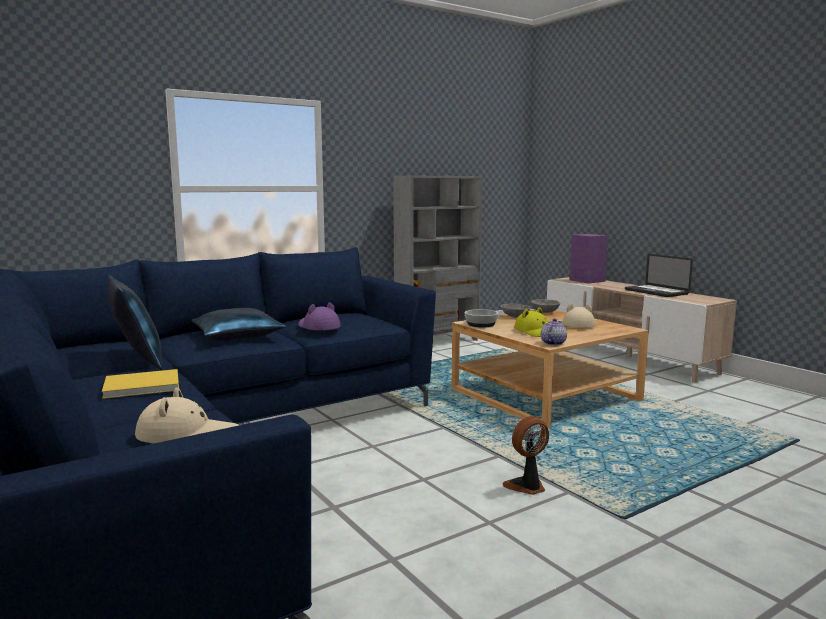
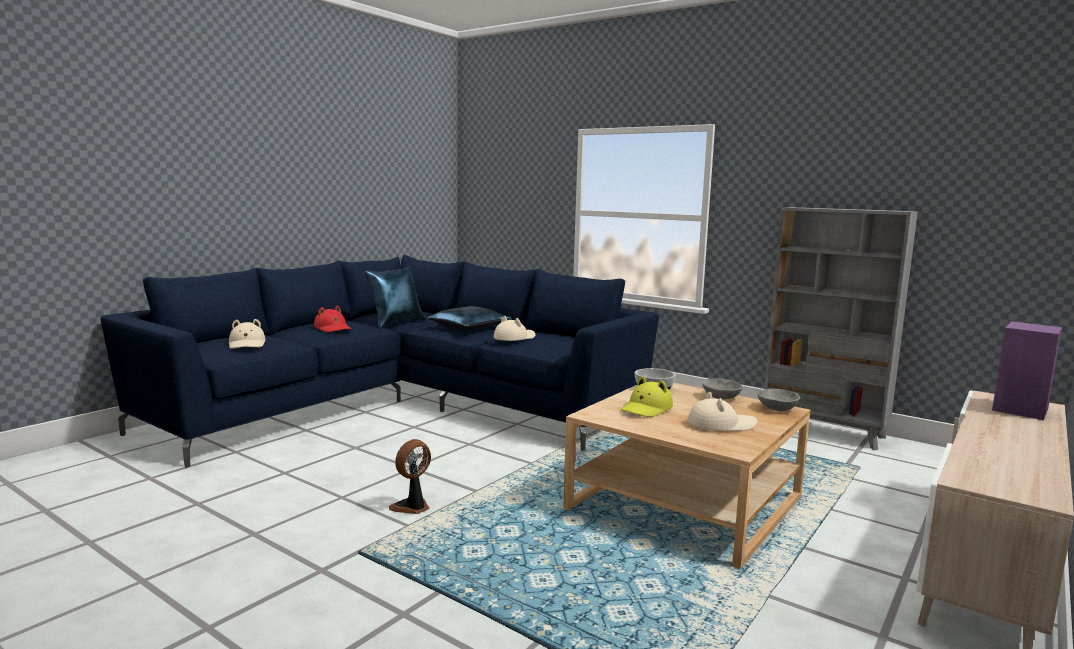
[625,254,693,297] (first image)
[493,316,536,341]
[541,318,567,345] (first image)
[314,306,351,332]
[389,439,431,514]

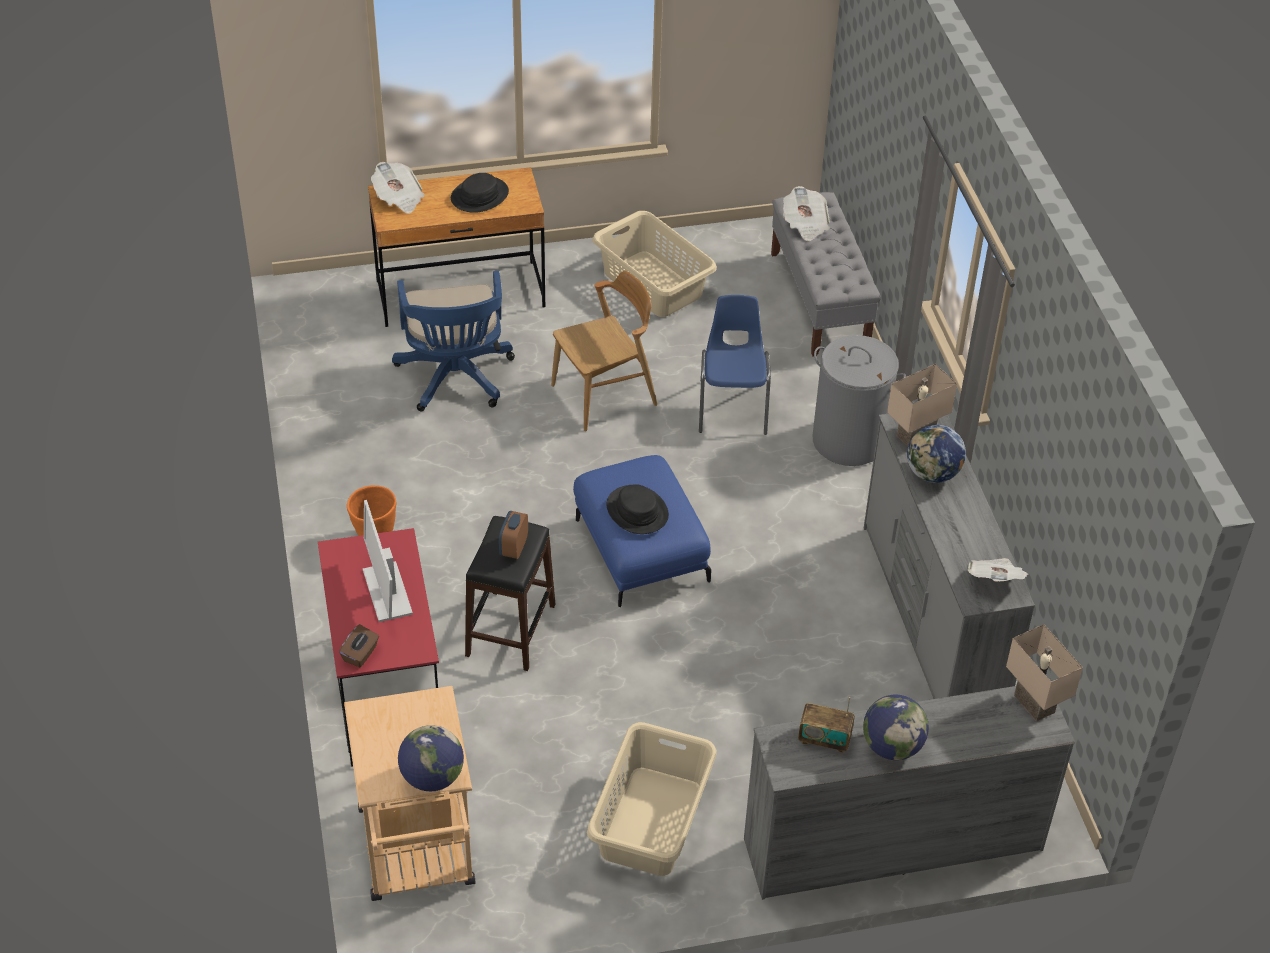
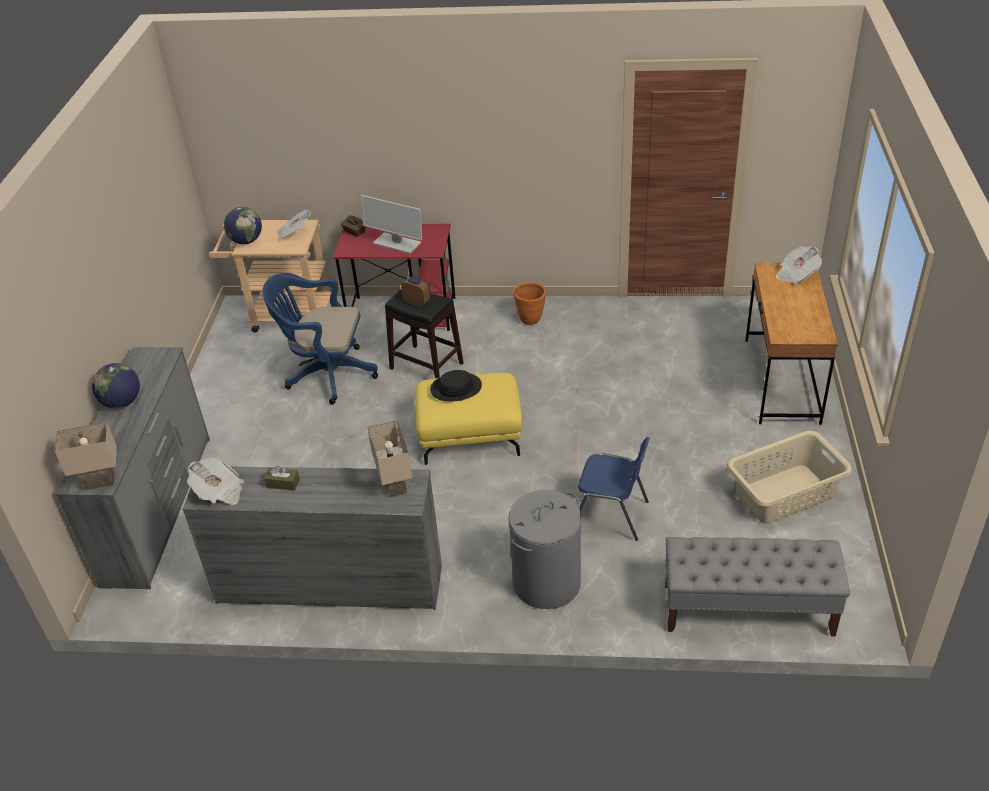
[451,173,509,213] (first image)
[276,209,311,240]
[262,273,378,405]
[551,271,657,431] (first image)
[907,425,966,483] (first image)
[415,373,523,465]
[360,195,422,254]
[798,697,855,753] (first image)
[587,722,717,876] (first image)
[264,466,300,491]

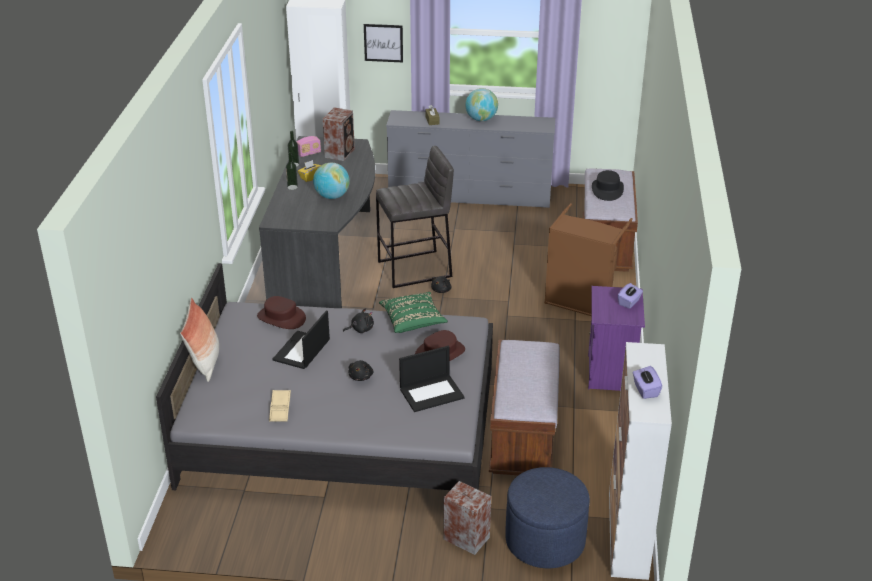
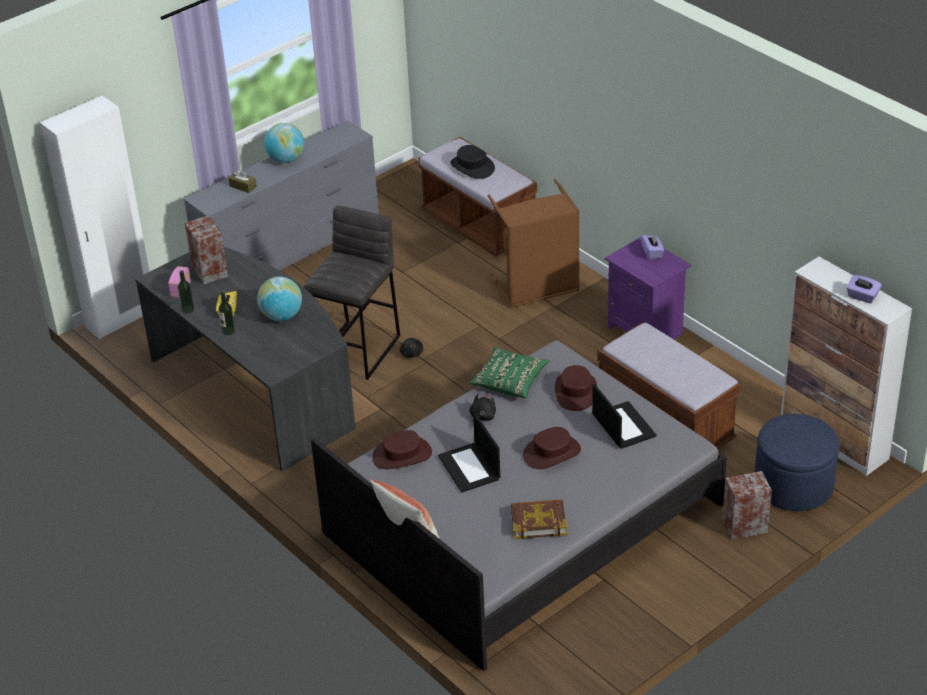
[364,24,403,62] (first image)
[592,384,656,449]
[523,427,581,469]
[511,500,567,539]

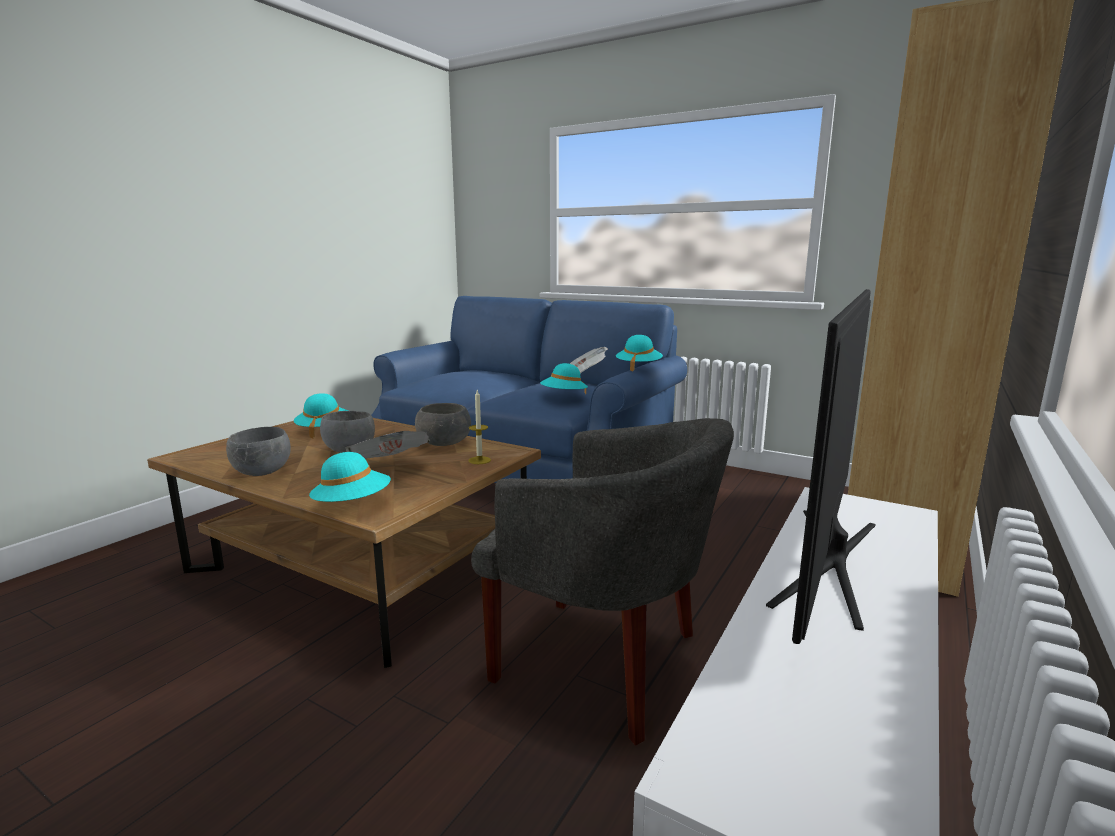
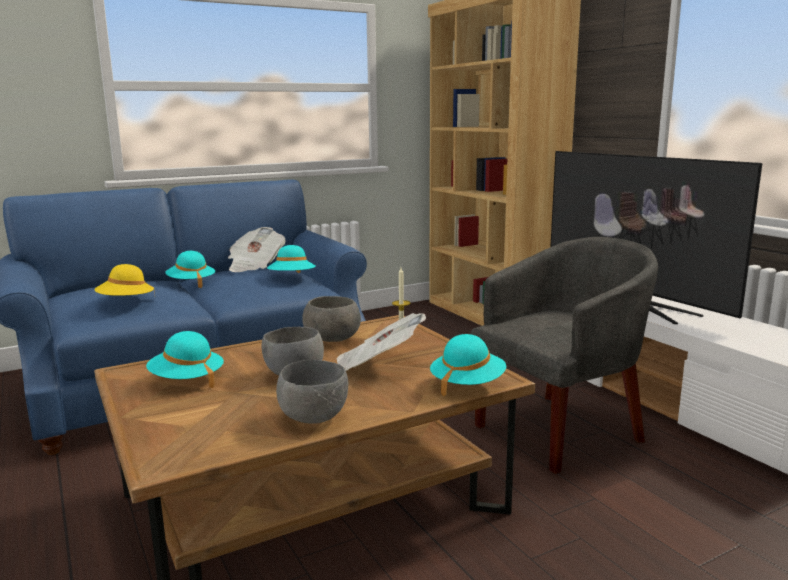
[165,251,215,288]
[94,264,155,296]

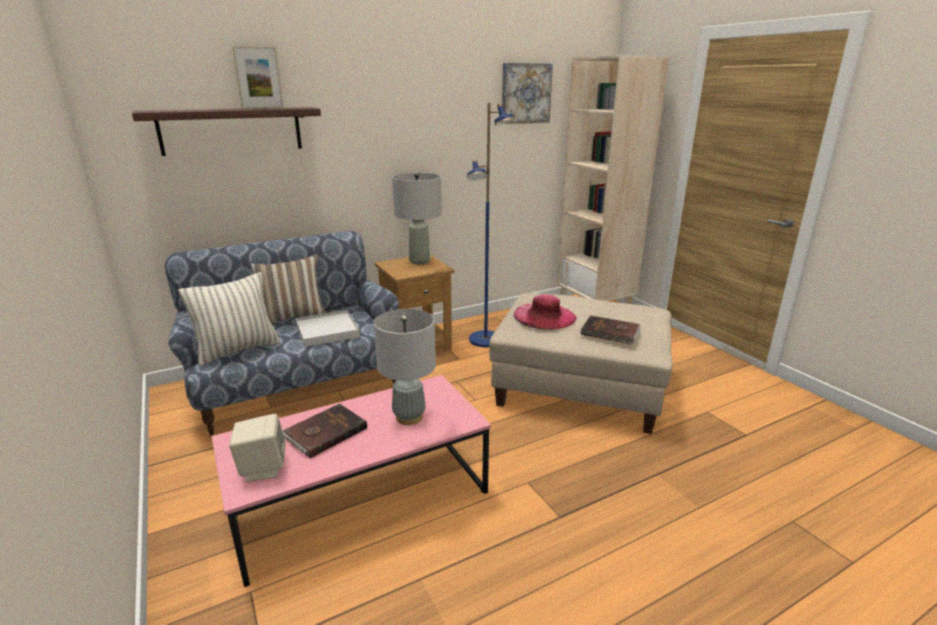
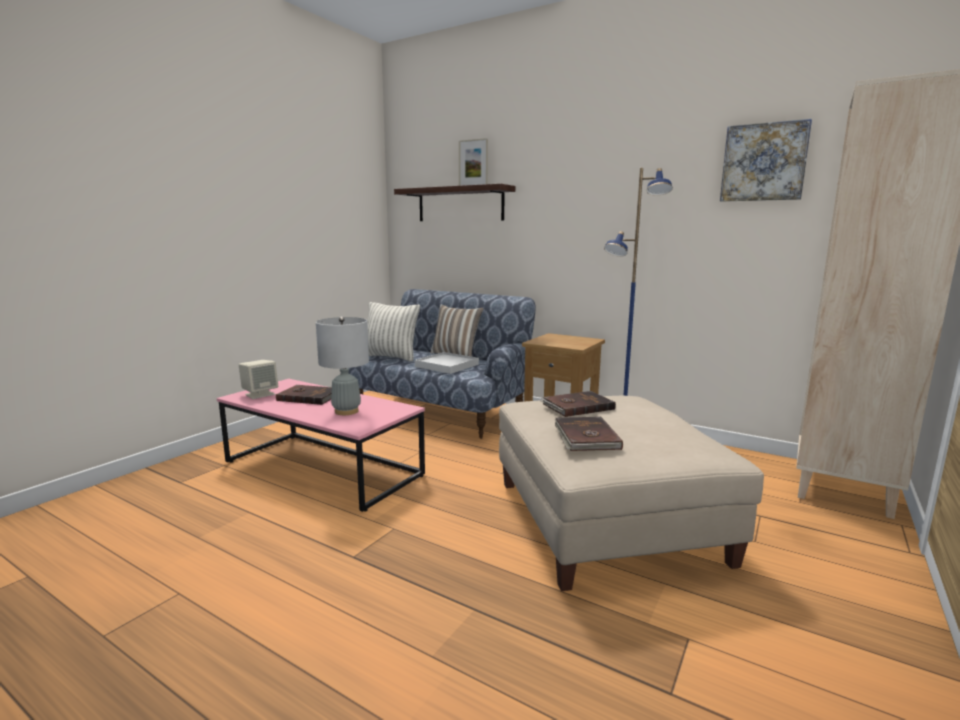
[392,172,442,264] (first image)
[541,391,616,417]

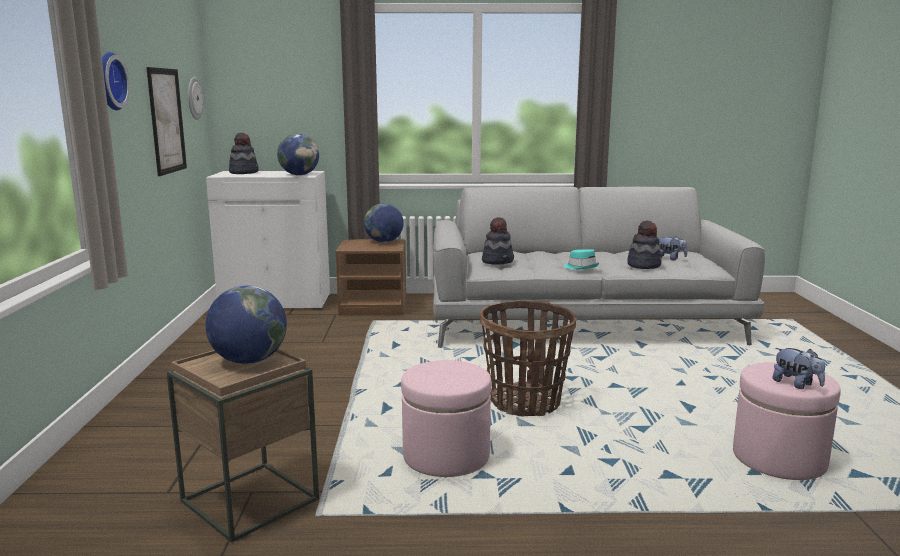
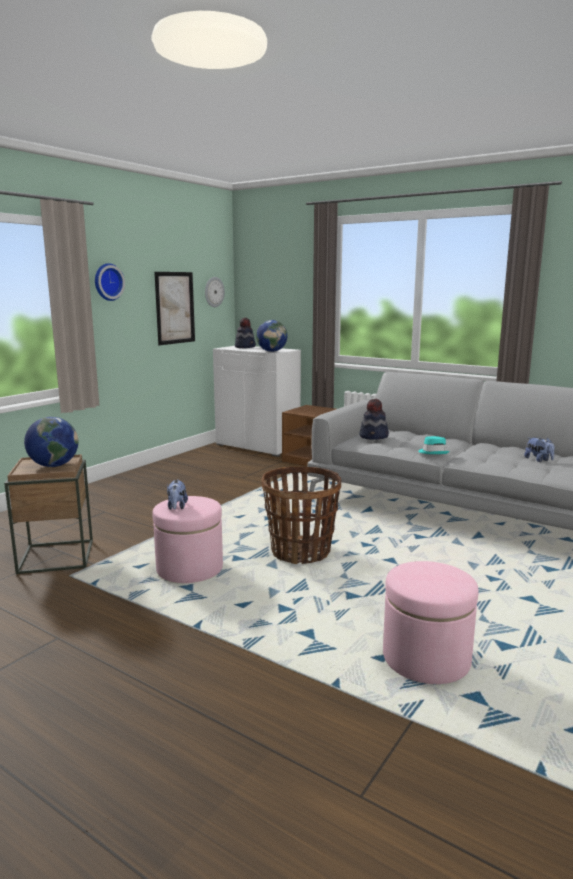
[364,203,404,243] (first image)
[627,220,662,269] (first image)
[167,480,188,510]

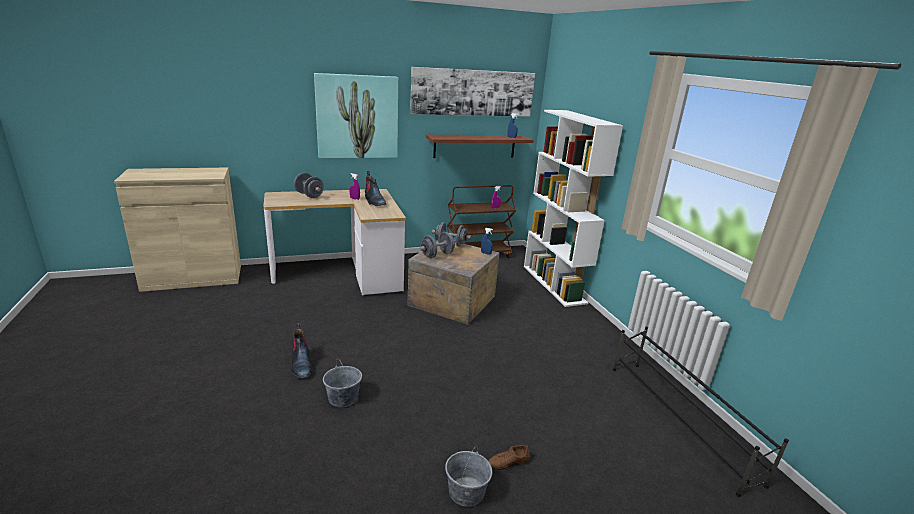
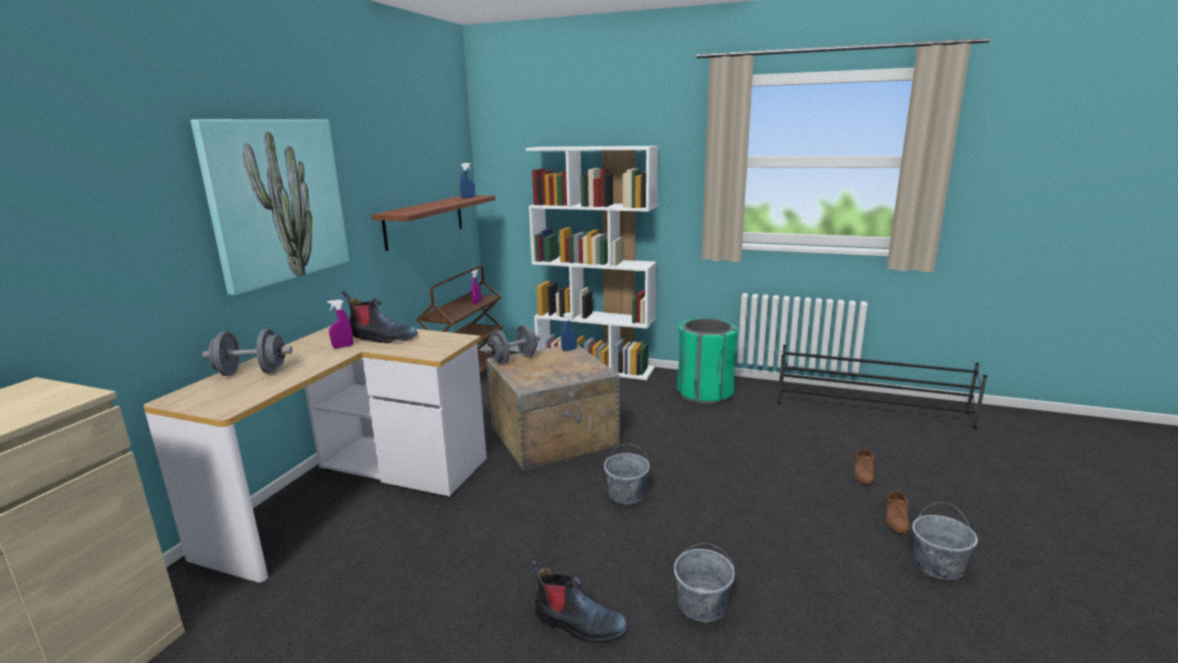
[410,67,535,117] (first image)
[419,232,456,258] (first image)
[677,319,738,404]
[604,444,650,505]
[854,448,875,484]

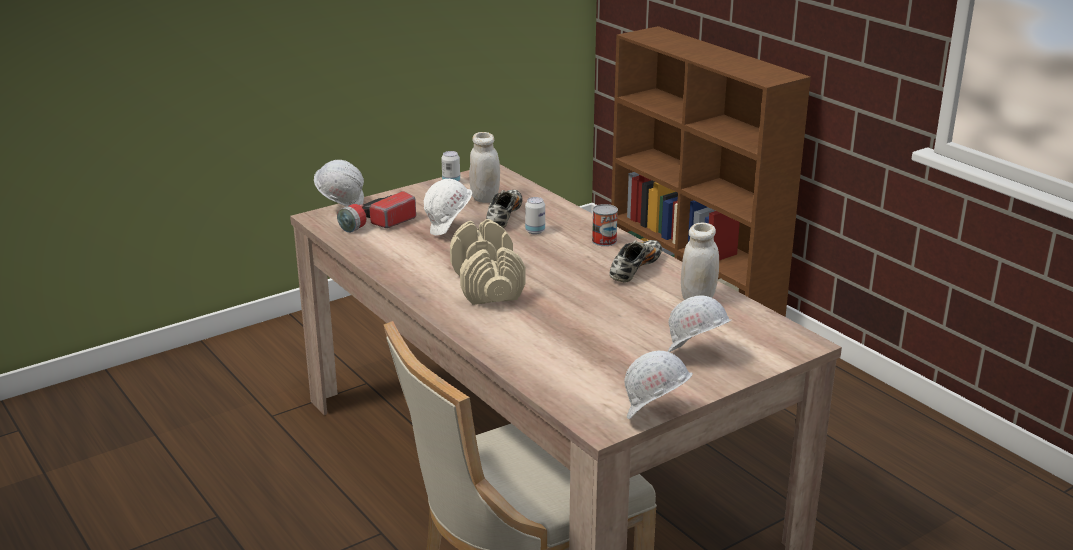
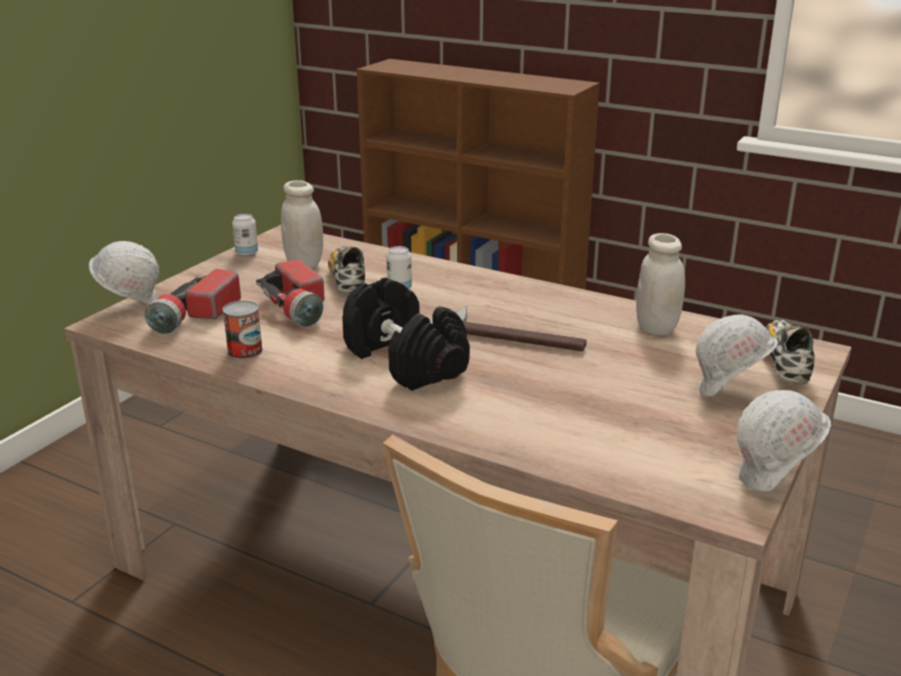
[256,260,325,327]
[222,300,263,360]
[342,277,470,391]
[766,320,815,385]
[456,306,587,351]

